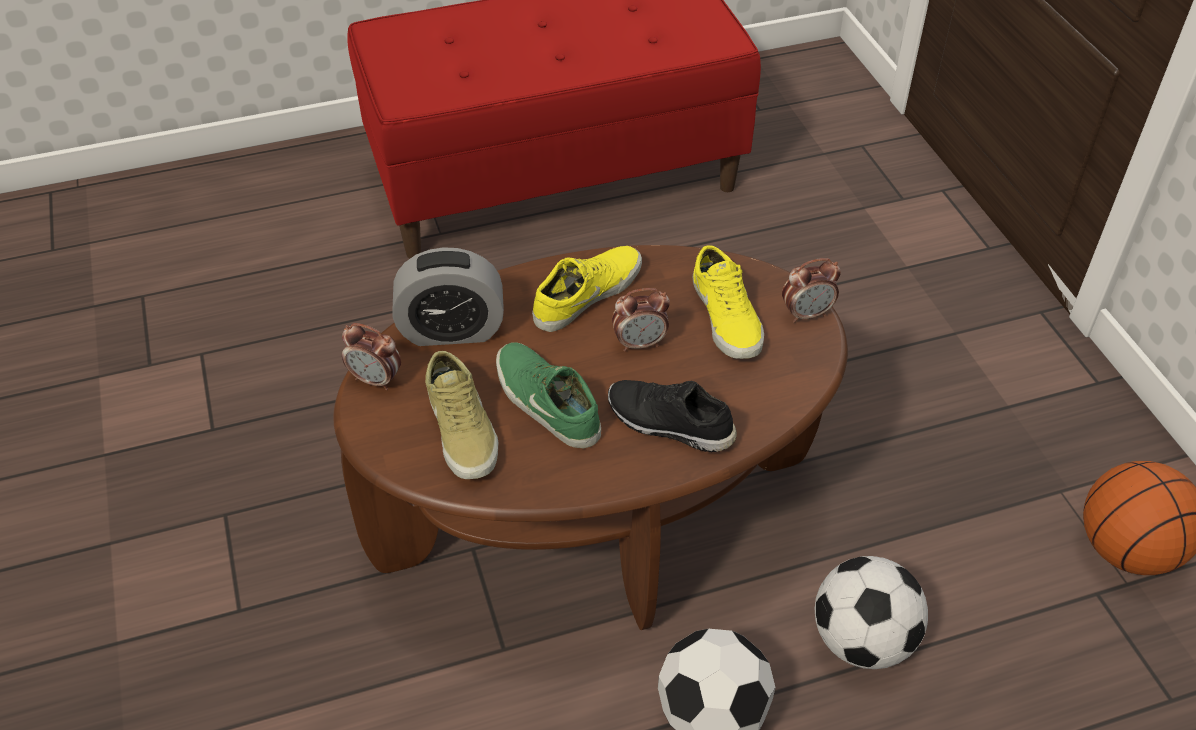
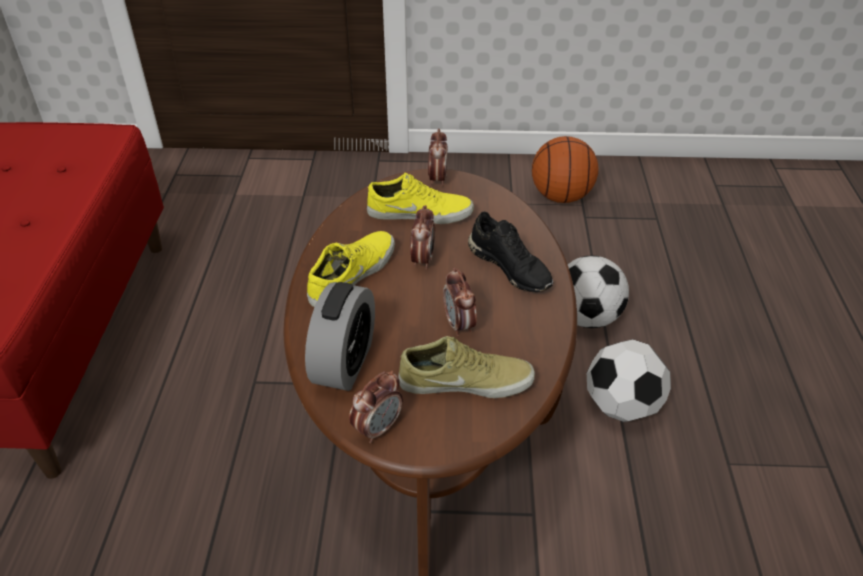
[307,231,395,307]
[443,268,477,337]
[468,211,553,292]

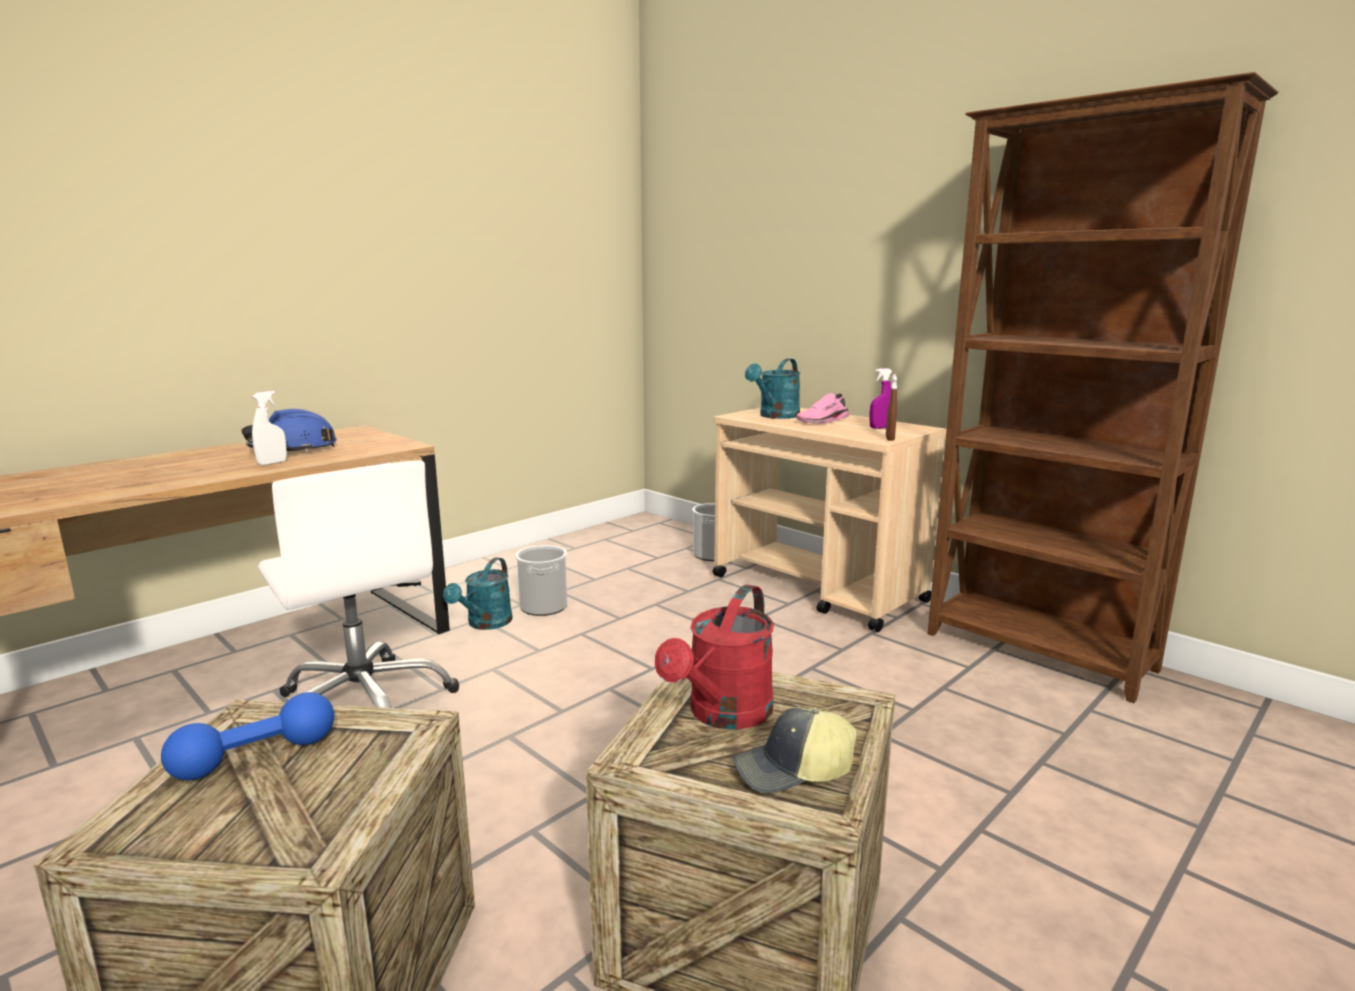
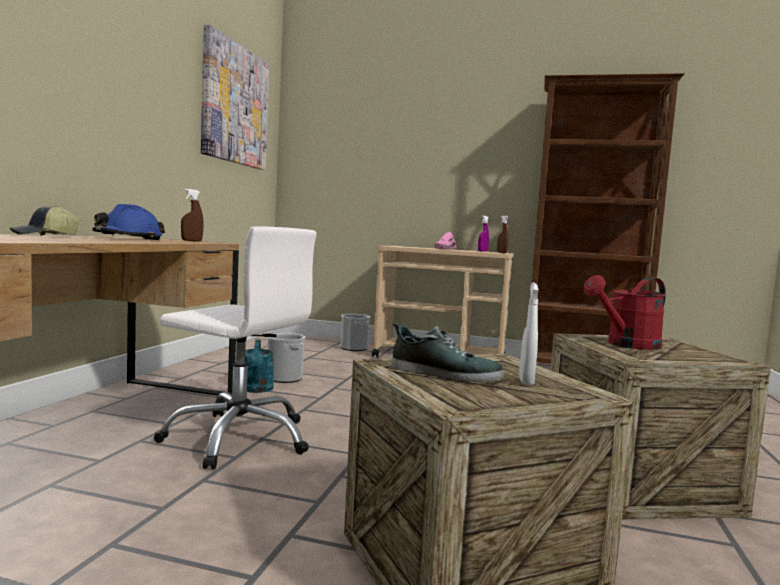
[745,358,800,419] (first image)
[519,283,539,386]
[584,275,666,350]
[392,322,504,382]
[10,206,80,236]
[201,25,269,170]
[181,189,204,241]

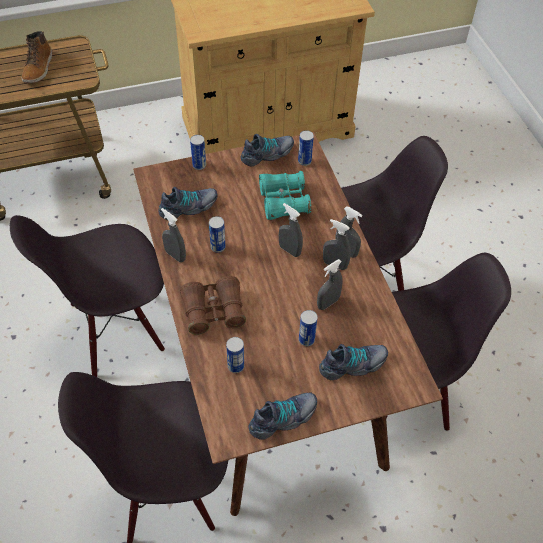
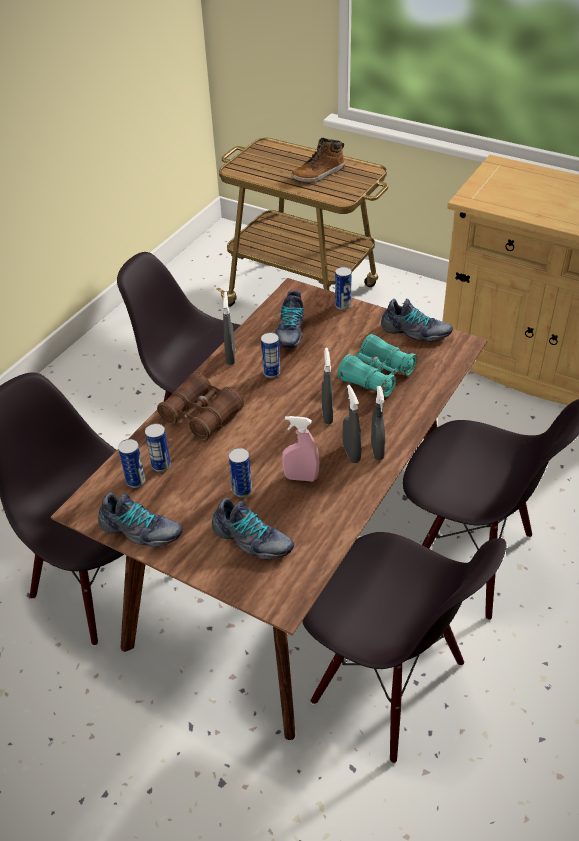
[118,439,145,488]
[275,290,304,349]
[282,416,319,482]

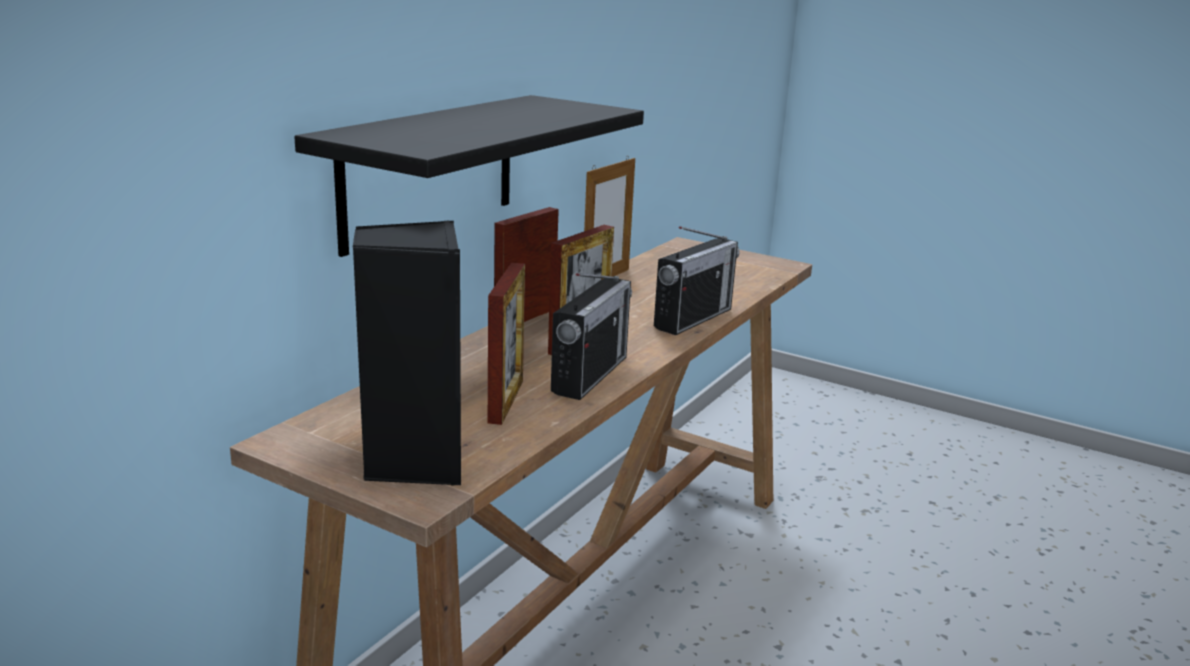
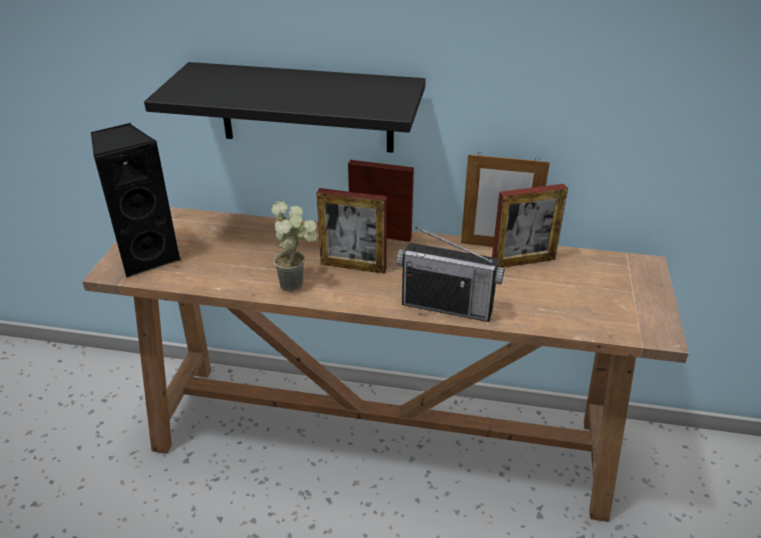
[492,184,568,267]
[271,201,317,292]

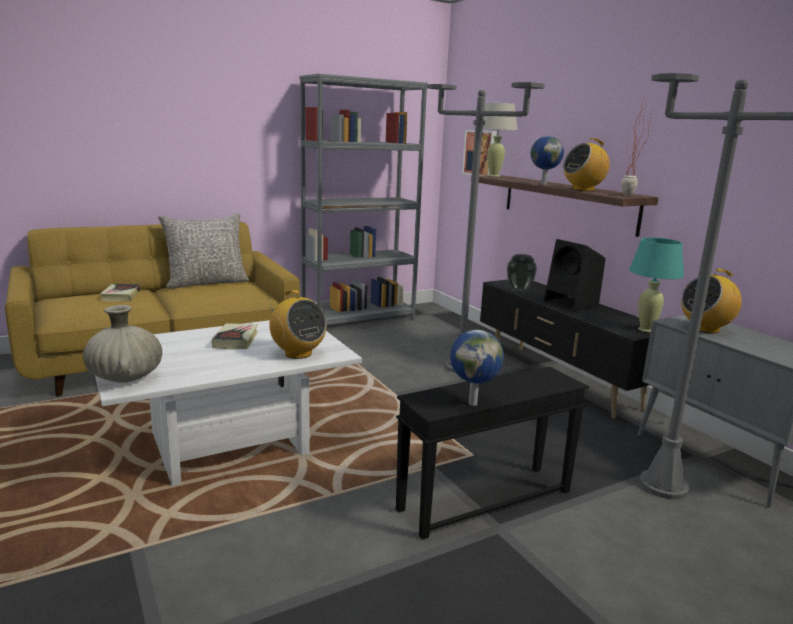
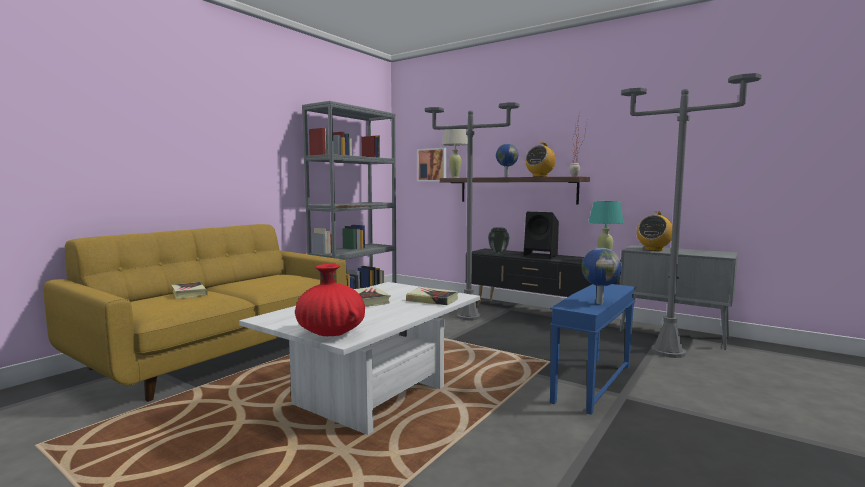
[158,213,249,289] (first image)
[406,287,458,305]
[295,264,365,336]
[550,284,636,415]

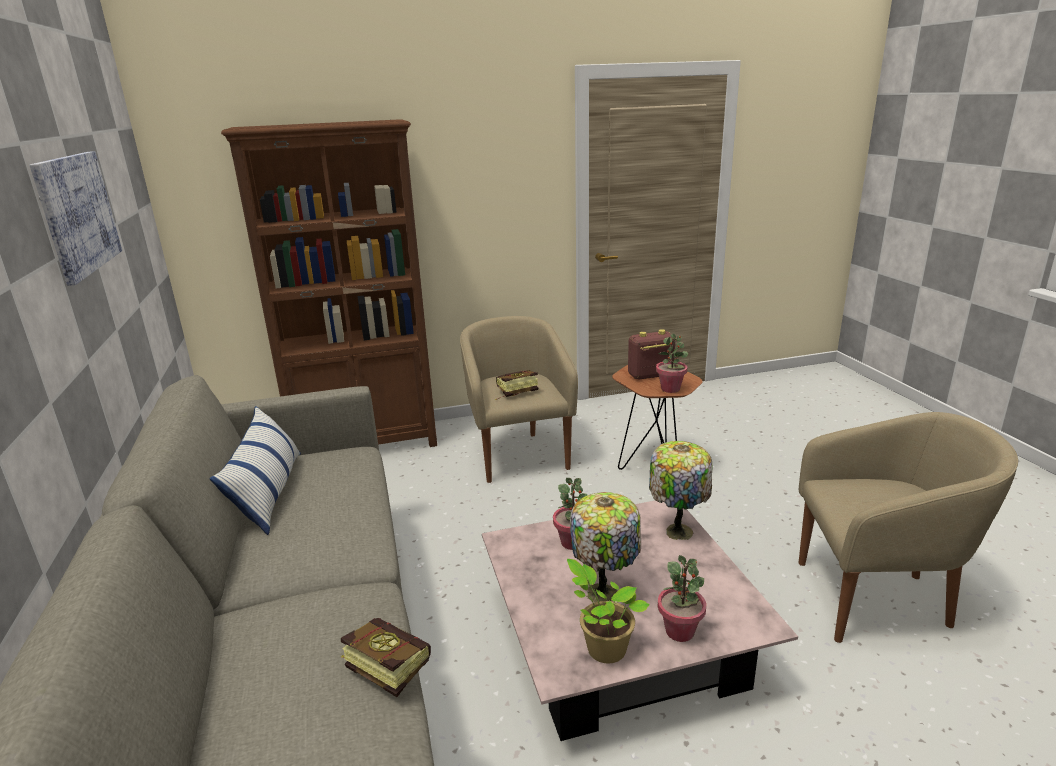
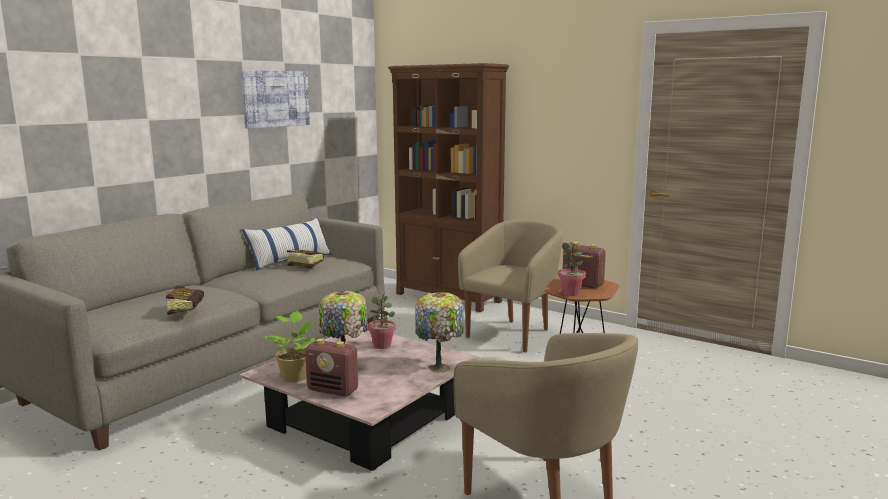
[284,249,324,268]
[305,338,358,396]

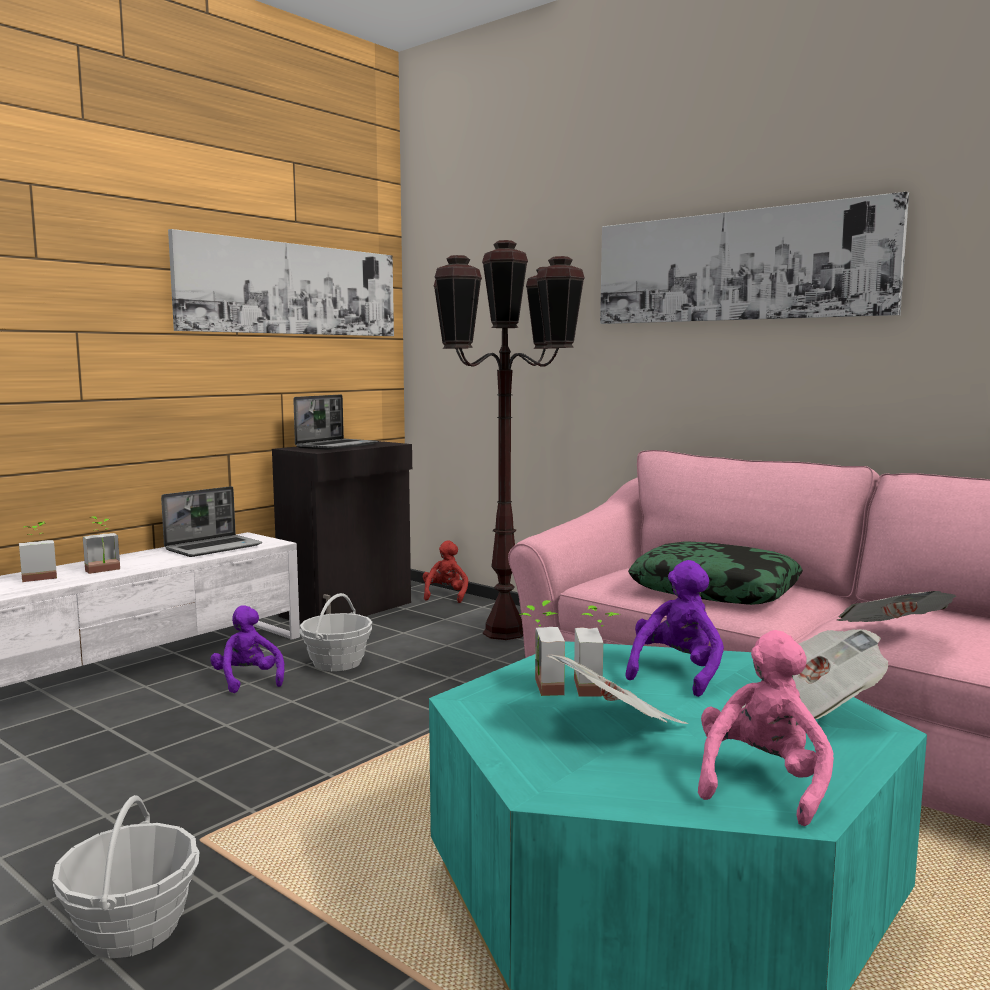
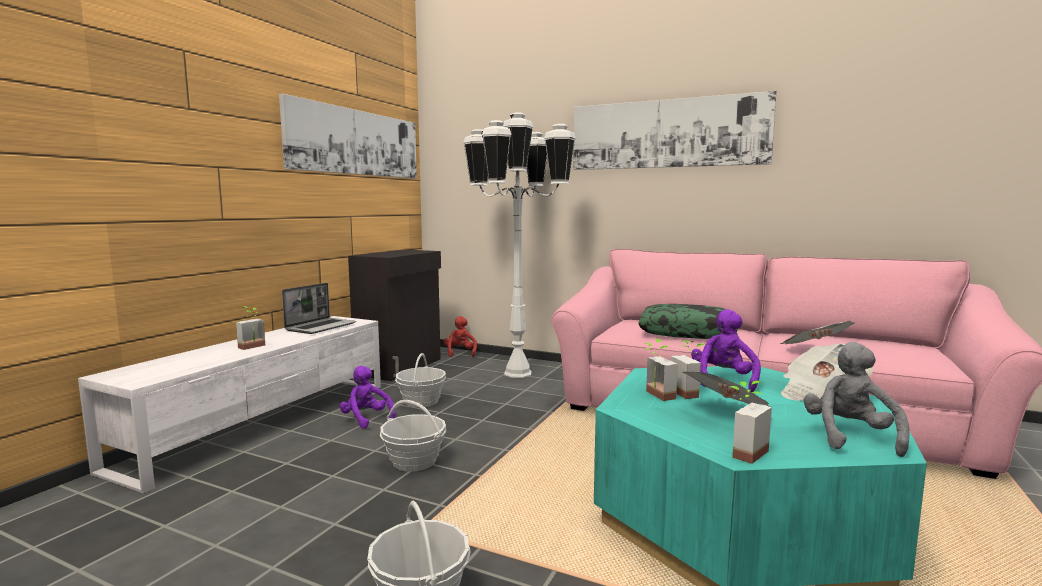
[463,112,576,378]
[293,394,378,450] (first image)
[729,381,772,464]
[803,342,909,457]
[380,400,446,472]

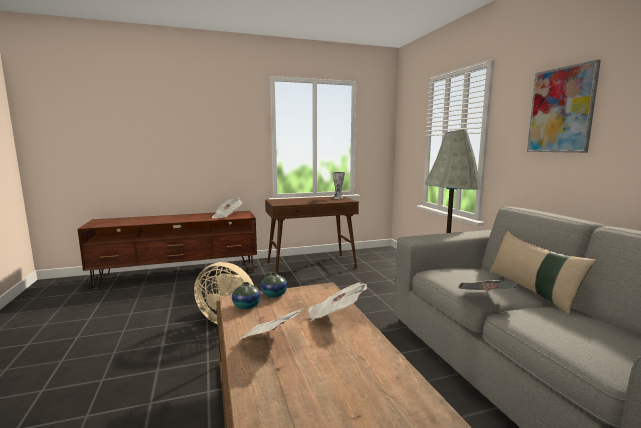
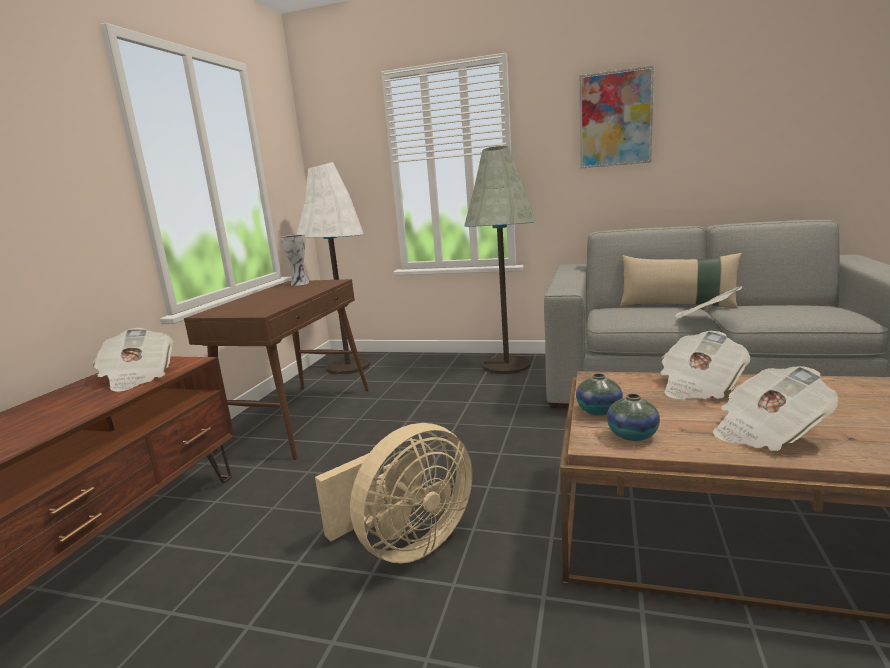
[296,162,370,375]

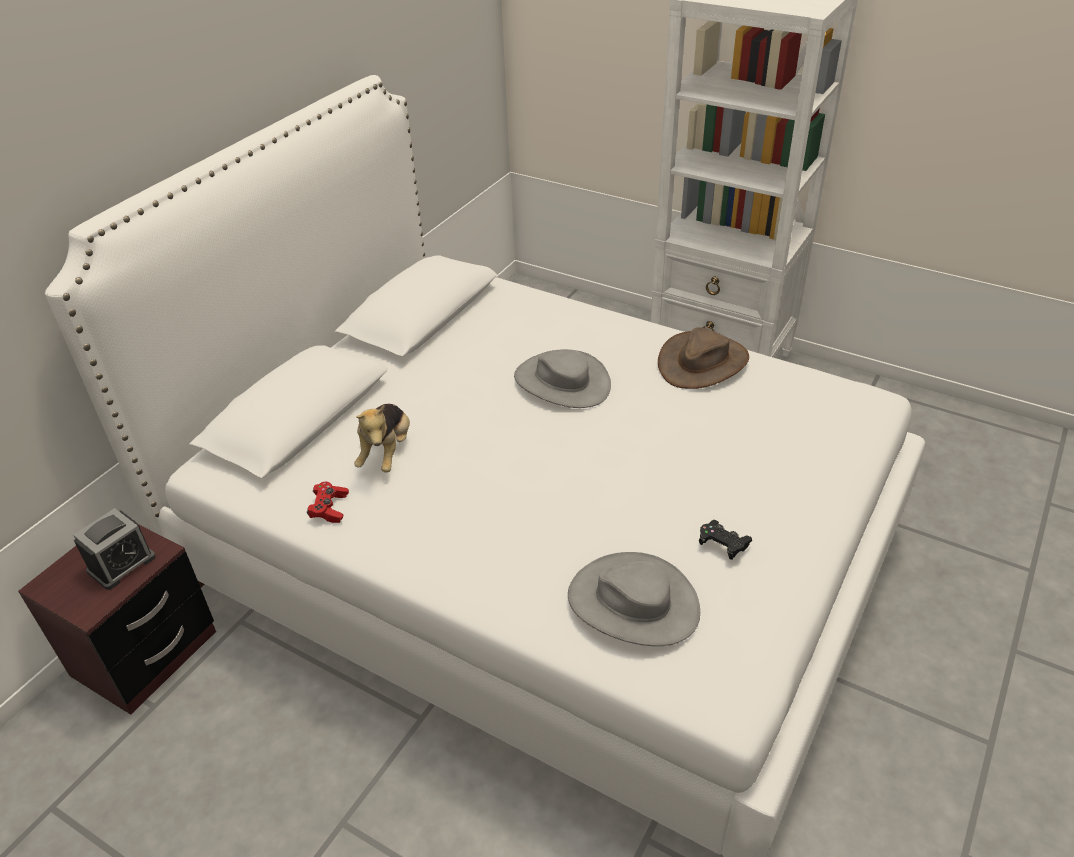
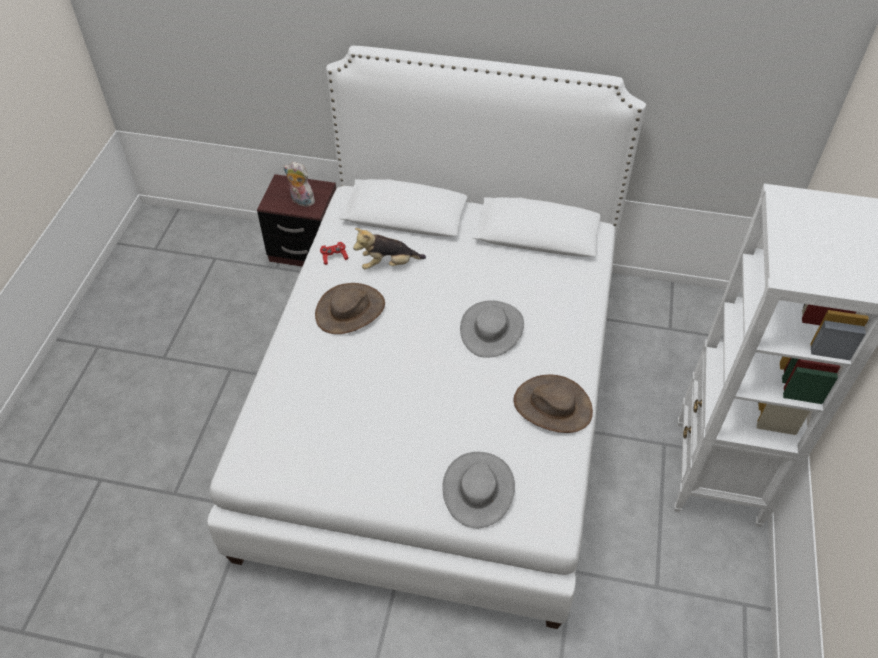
[283,162,315,207]
[699,520,752,560] (first image)
[442,452,515,528]
[315,283,385,334]

